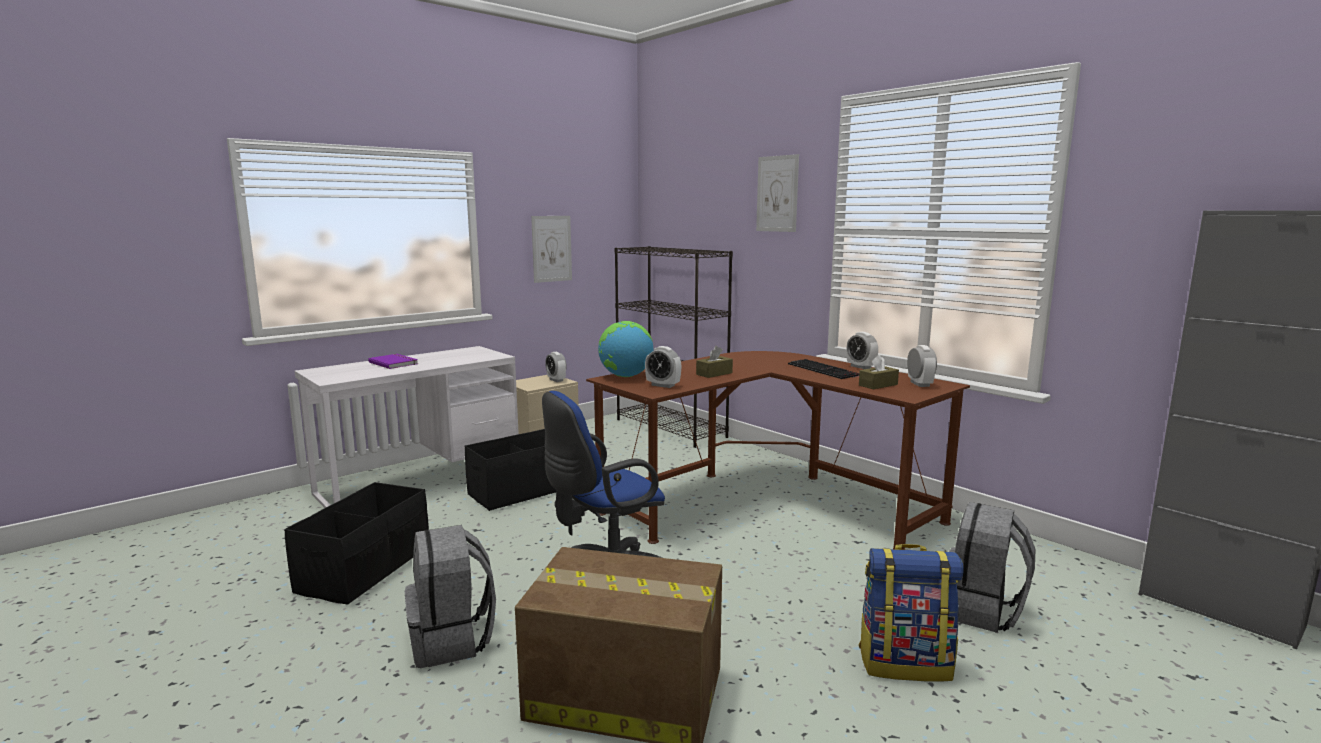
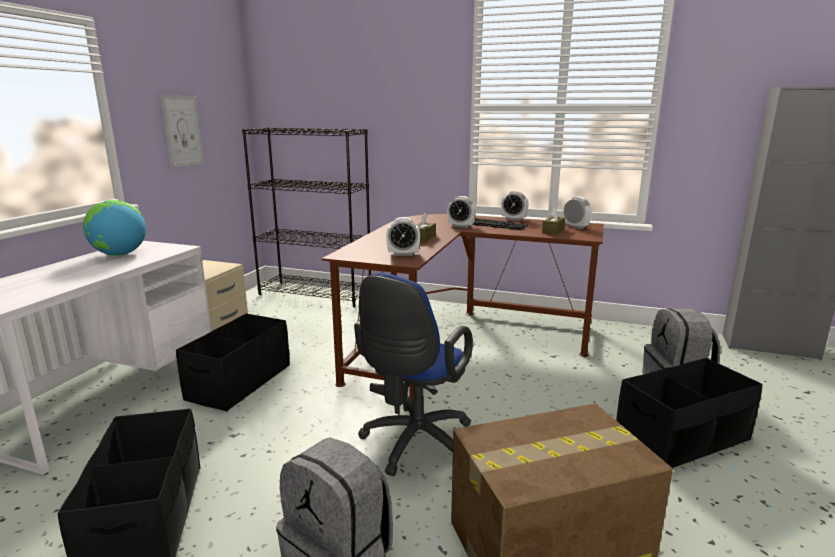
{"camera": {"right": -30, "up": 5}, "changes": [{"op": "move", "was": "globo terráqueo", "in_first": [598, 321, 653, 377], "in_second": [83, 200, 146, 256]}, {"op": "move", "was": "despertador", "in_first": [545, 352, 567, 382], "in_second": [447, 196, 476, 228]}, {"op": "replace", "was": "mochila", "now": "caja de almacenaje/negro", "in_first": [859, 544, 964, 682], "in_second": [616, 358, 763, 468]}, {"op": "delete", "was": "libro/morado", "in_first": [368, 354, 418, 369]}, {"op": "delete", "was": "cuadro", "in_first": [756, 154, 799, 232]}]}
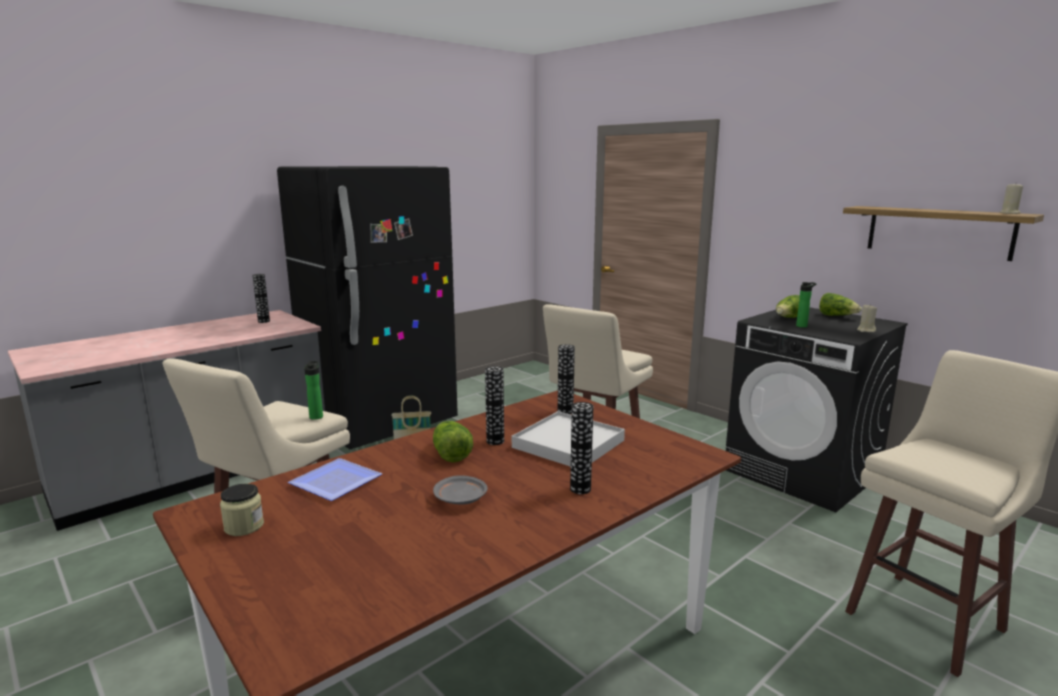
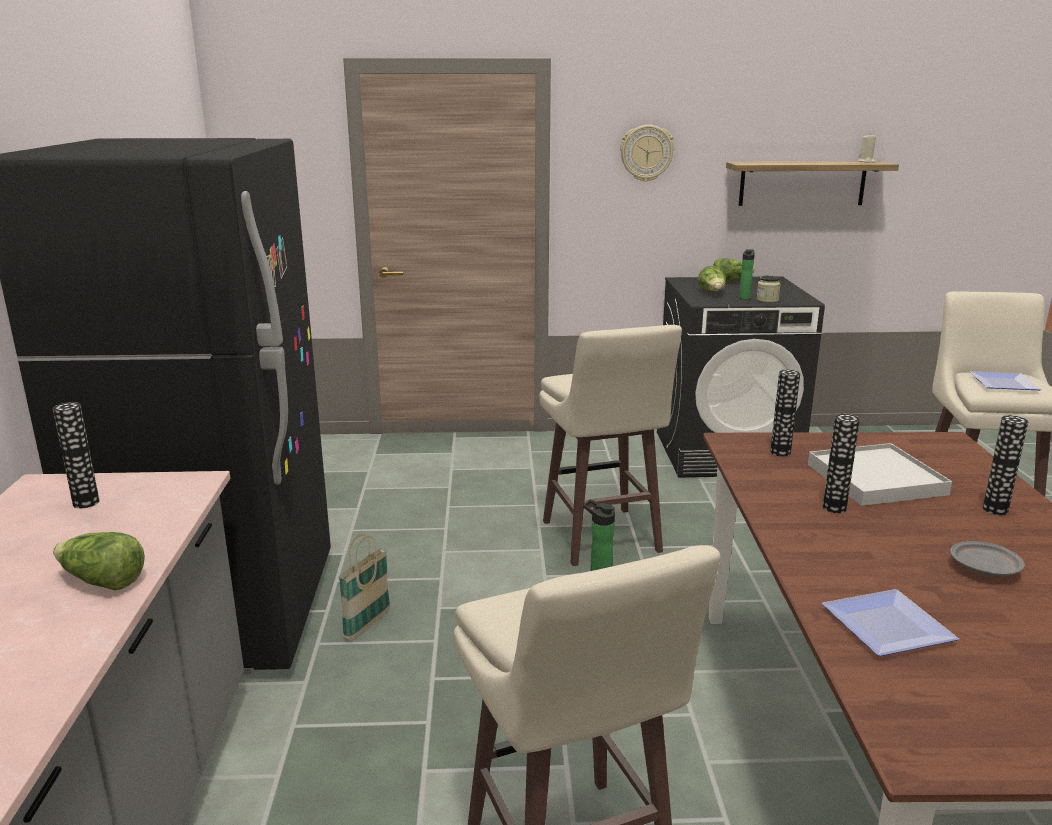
{"camera": {"right": -50, "up": 5}, "changes": [{"op": "move", "was": "lechuga", "in_first": [433, 421, 473, 462], "in_second": [53, 532, 145, 591]}, {"op": "insert", "now": "reloj de pared", "in_second": [620, 125, 674, 182]}, {"op": "move", "was": "tarro", "in_first": [220, 484, 264, 536], "in_second": [757, 275, 781, 303]}, {"op": "insert", "now": "plato", "in_second": [970, 371, 1042, 390]}, {"op": "delete", "was": "vela/beis", "in_first": [857, 304, 877, 332]}]}
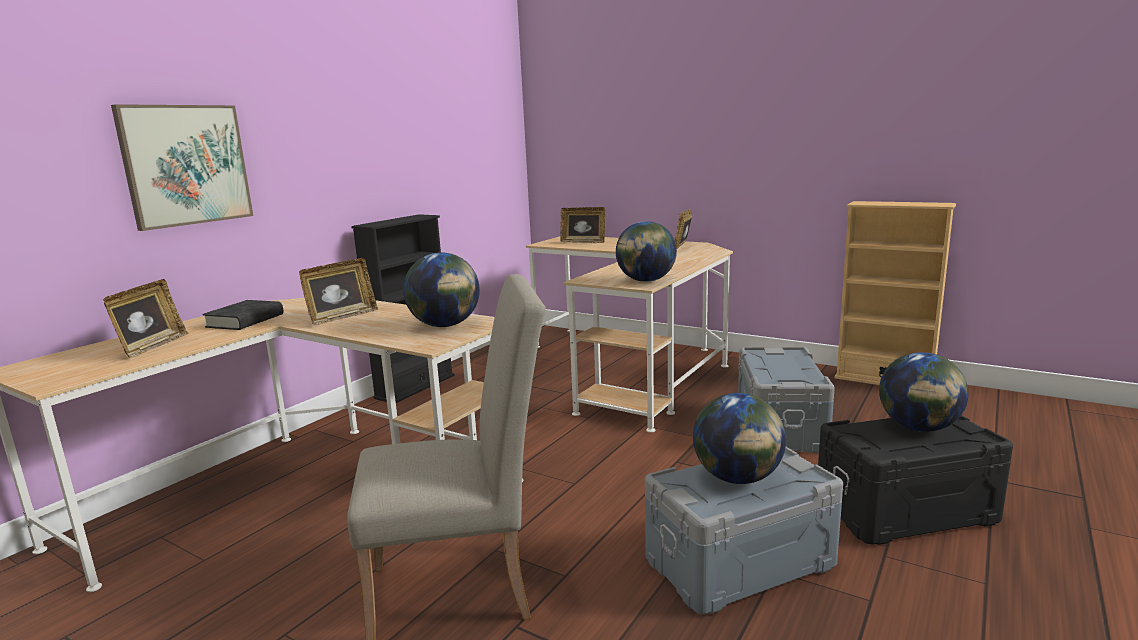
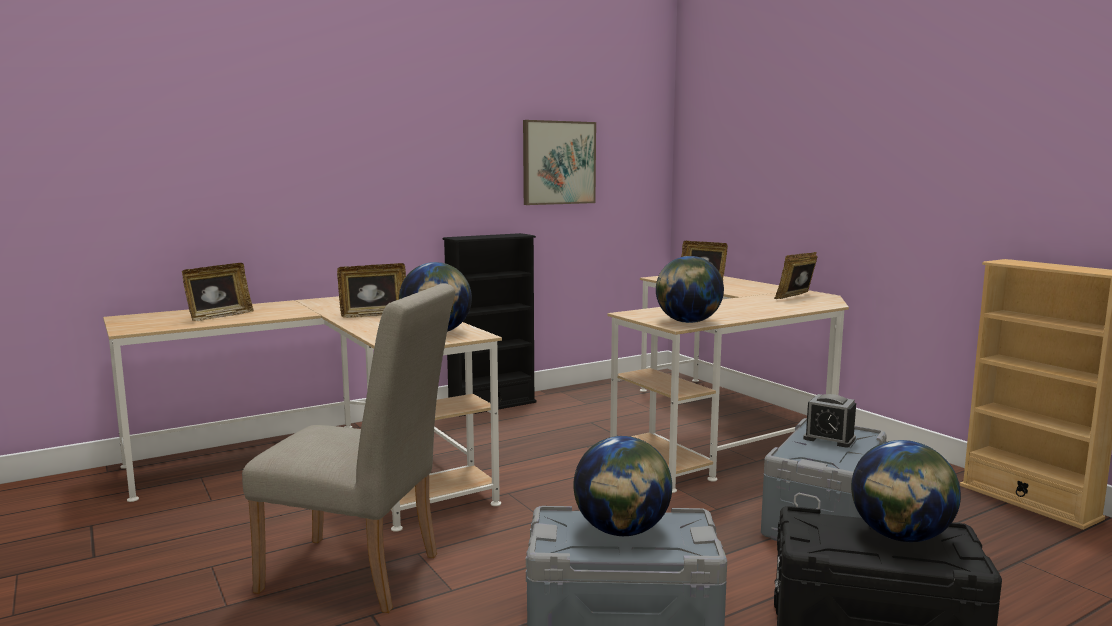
{"camera": {"right": 25, "up": -5}, "changes": [{"op": "move", "was": "cuadro", "in_first": [111, 104, 253, 231], "in_second": [523, 120, 596, 205]}, {"op": "insert", "now": "despertador", "in_second": [803, 394, 856, 448]}, {"op": "delete", "was": "libro/negro", "in_first": [202, 300, 283, 330]}]}
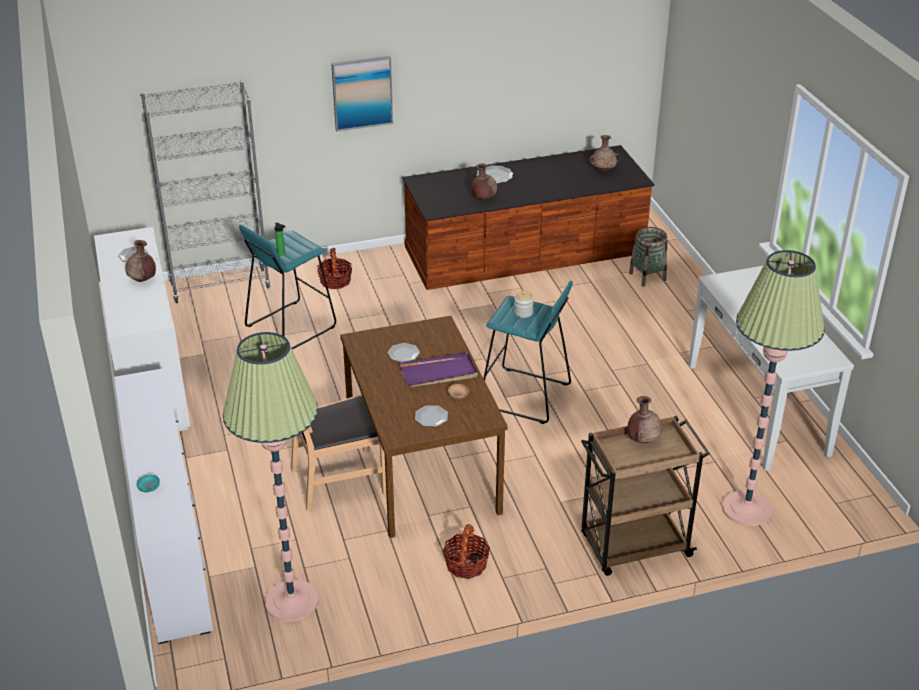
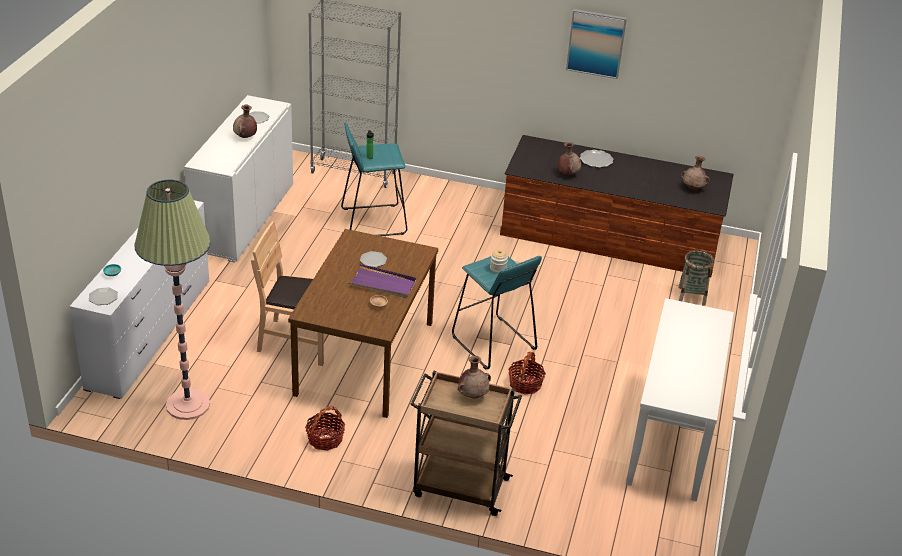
{"camera": {"right": 30, "up": 0}, "changes": [{"op": "move", "was": "plato", "in_first": [415, 405, 448, 427], "in_second": [89, 287, 118, 305]}, {"op": "move", "was": "cesta", "in_first": [317, 248, 352, 289], "in_second": [508, 352, 546, 394]}, {"op": "move", "was": "cuadro", "in_first": [331, 56, 393, 132], "in_second": [566, 9, 627, 79]}, {"op": "delete", "was": "lámpara de pie", "in_first": [722, 250, 825, 526]}]}
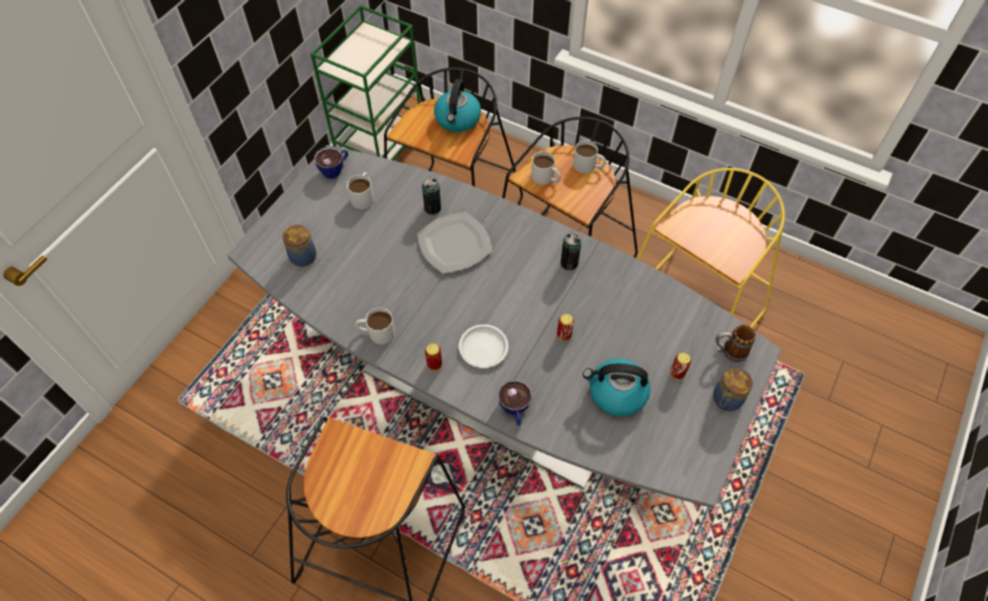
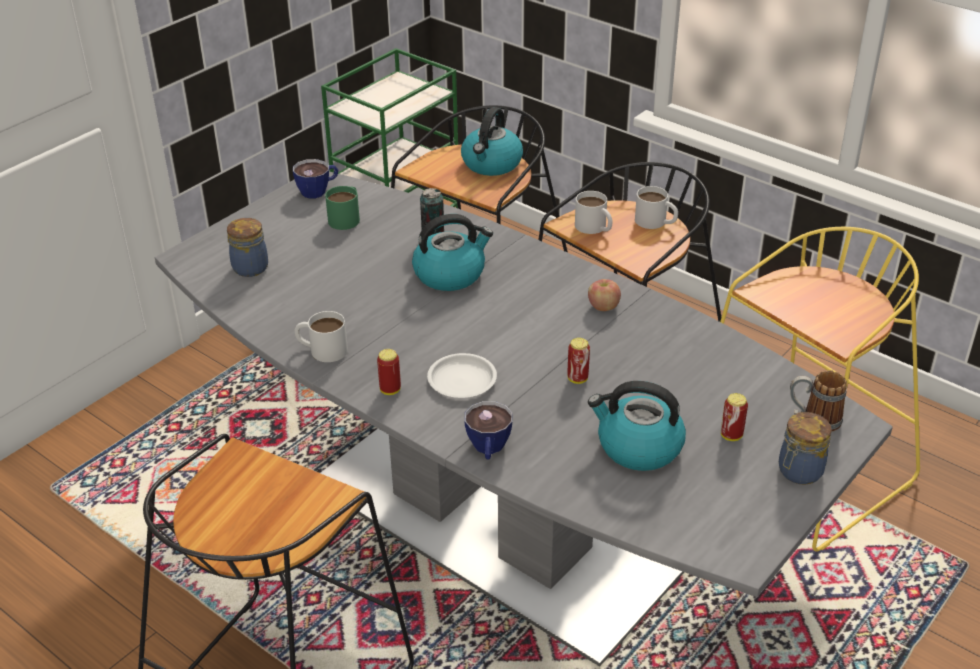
{"camera": {"right": 10, "up": -20}, "changes": [{"op": "recolor", "was": "taza grande/blanco", "now": "taza grande/verde", "in_first": [347, 172, 374, 209], "in_second": [325, 186, 360, 230]}, {"op": "replace", "was": "plato", "now": "hervidor", "in_first": [417, 212, 492, 274], "in_second": [412, 214, 493, 291]}, {"op": "replace", "was": "lata", "now": "manzana", "in_first": [561, 233, 581, 270], "in_second": [588, 279, 621, 311]}]}
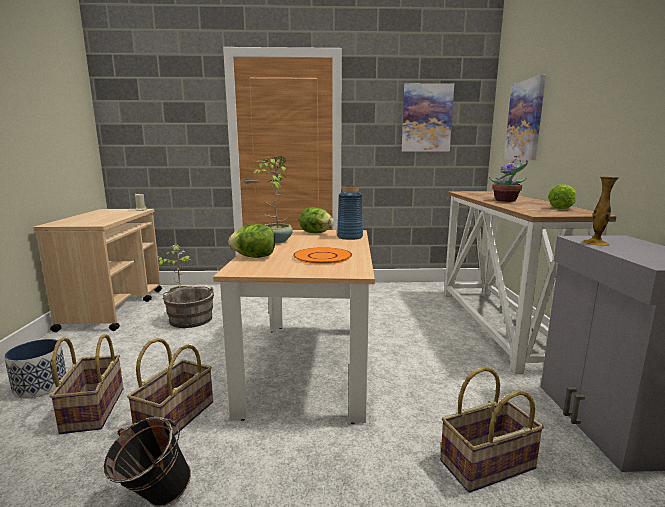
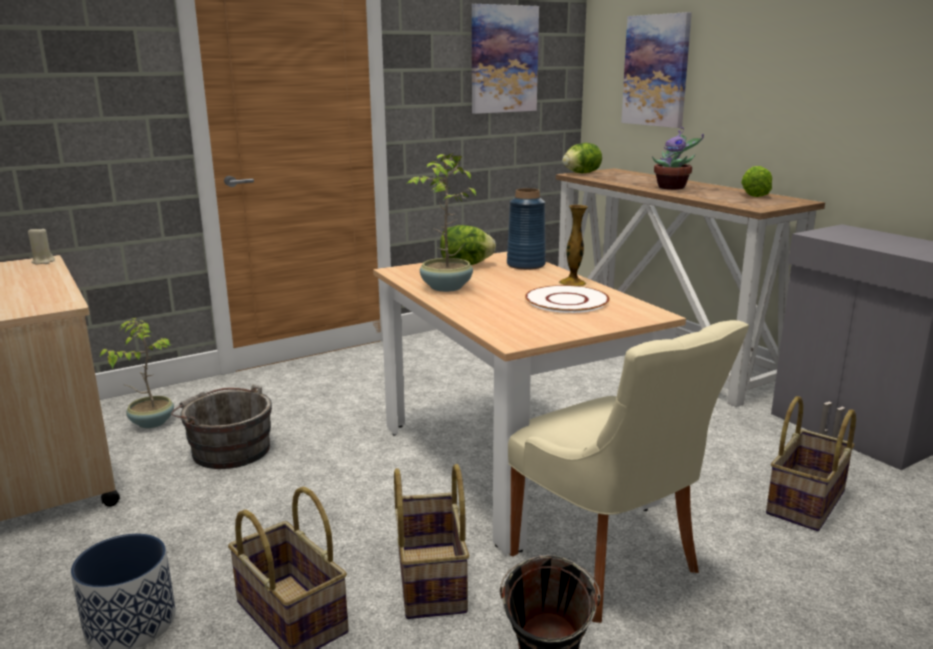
{"camera": {"right": -30, "up": 5}, "changes": [{"op": "insert", "now": "silla/beis", "in_second": [508, 320, 749, 623]}, {"op": "recolor", "was": "plato/naranja", "now": "plato/blanco", "in_first": [293, 247, 352, 264], "in_second": [525, 285, 610, 313]}, {"op": "move", "was": "florero", "in_first": [582, 176, 619, 246], "in_second": [559, 205, 588, 286]}, {"op": "move", "was": "lechuga", "in_first": [229, 224, 275, 258], "in_second": [562, 143, 602, 173]}]}
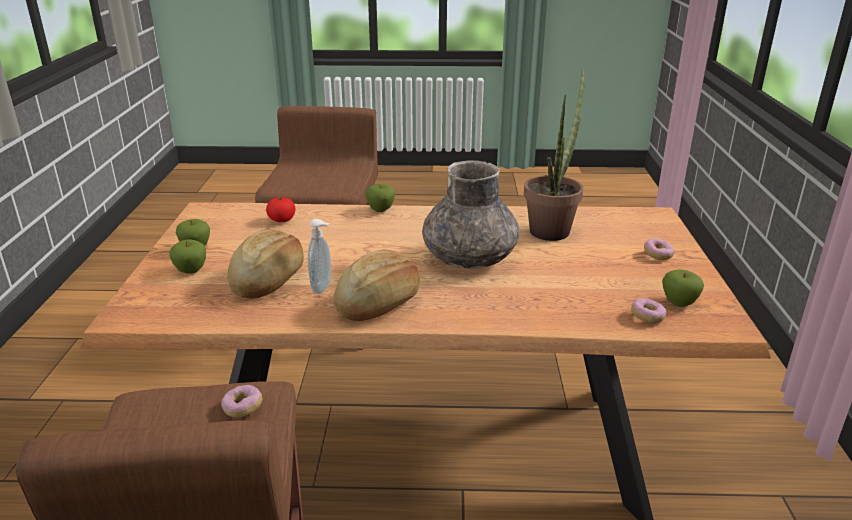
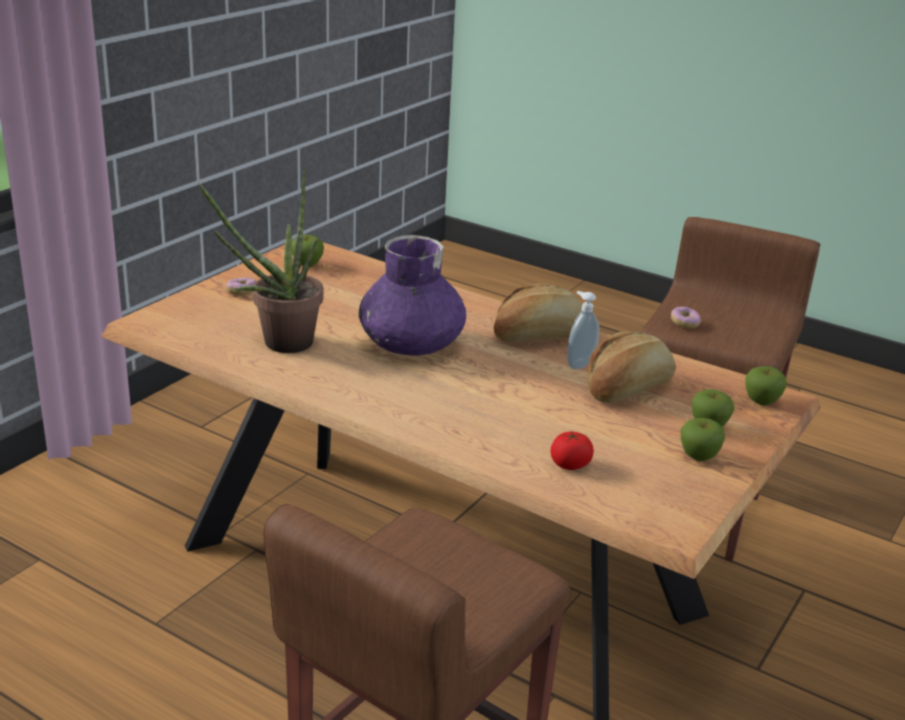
{"camera": {"right": -150, "up": 0}, "changes": [{"op": "recolor", "was": "florero/gris", "now": "florero/morado", "in_first": [422, 161, 520, 269], "in_second": [359, 235, 466, 356]}, {"op": "move", "was": "manzana", "in_first": [366, 184, 395, 212], "in_second": [745, 366, 786, 406]}, {"op": "delete", "was": "rosquilla", "in_first": [631, 298, 667, 323]}]}
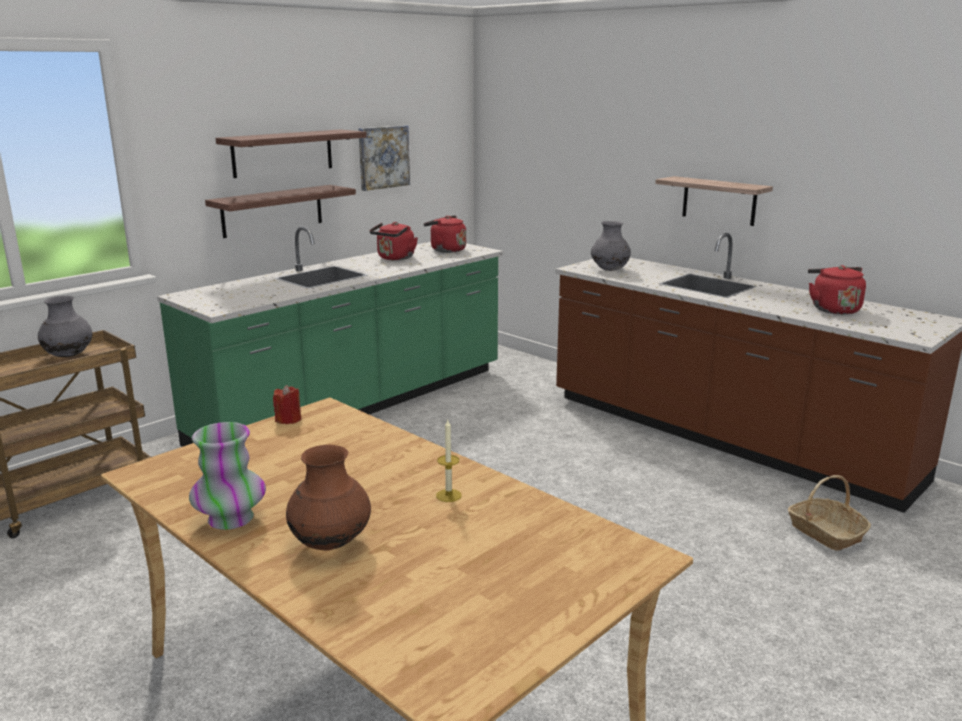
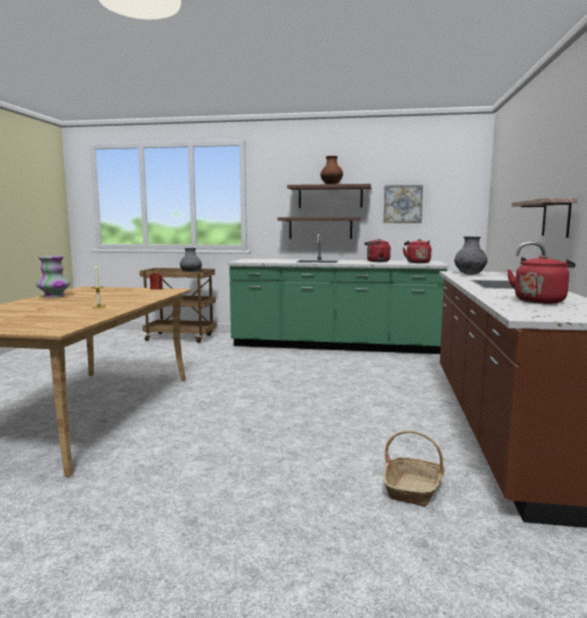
{"camera": {"right": 55, "up": -10}, "changes": [{"op": "move", "was": "florero/marrón", "in_first": [286, 445, 371, 550], "in_second": [320, 156, 343, 184]}]}
